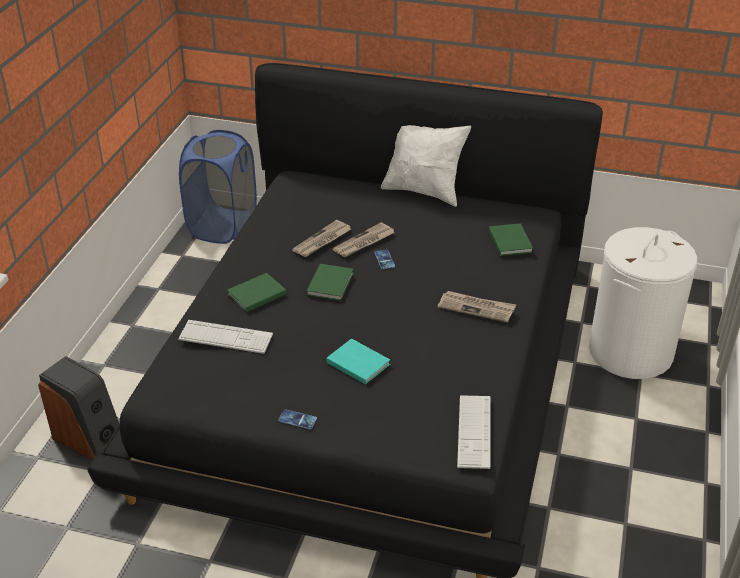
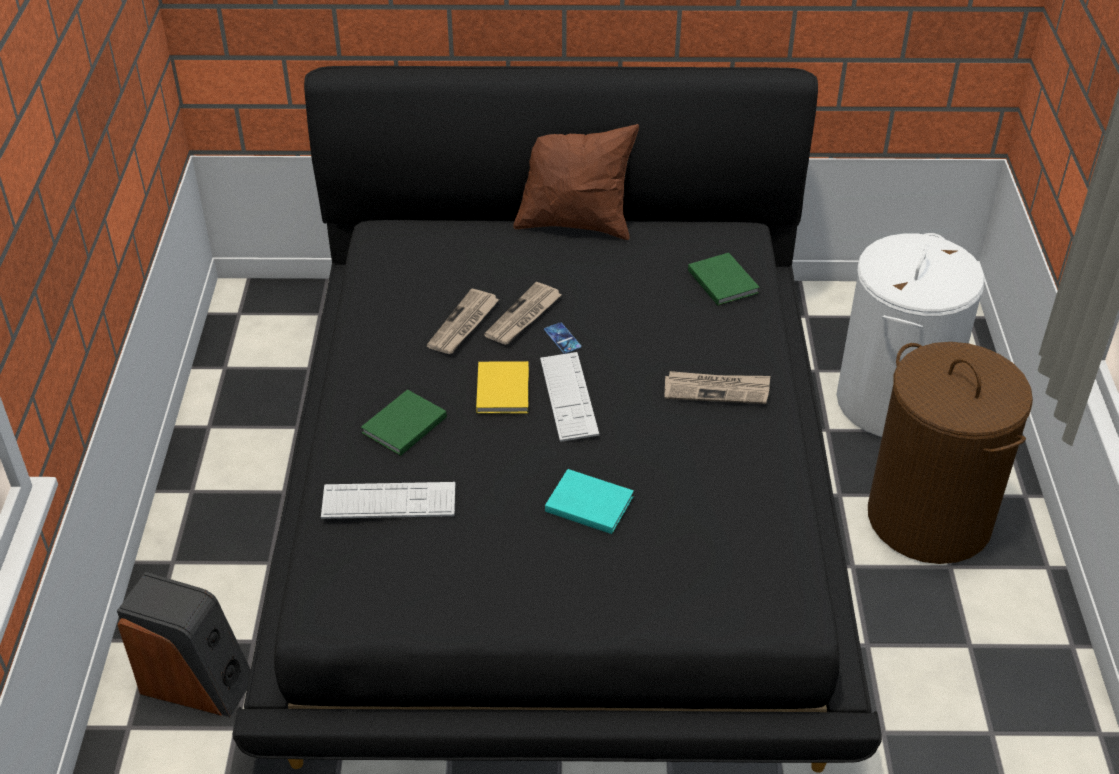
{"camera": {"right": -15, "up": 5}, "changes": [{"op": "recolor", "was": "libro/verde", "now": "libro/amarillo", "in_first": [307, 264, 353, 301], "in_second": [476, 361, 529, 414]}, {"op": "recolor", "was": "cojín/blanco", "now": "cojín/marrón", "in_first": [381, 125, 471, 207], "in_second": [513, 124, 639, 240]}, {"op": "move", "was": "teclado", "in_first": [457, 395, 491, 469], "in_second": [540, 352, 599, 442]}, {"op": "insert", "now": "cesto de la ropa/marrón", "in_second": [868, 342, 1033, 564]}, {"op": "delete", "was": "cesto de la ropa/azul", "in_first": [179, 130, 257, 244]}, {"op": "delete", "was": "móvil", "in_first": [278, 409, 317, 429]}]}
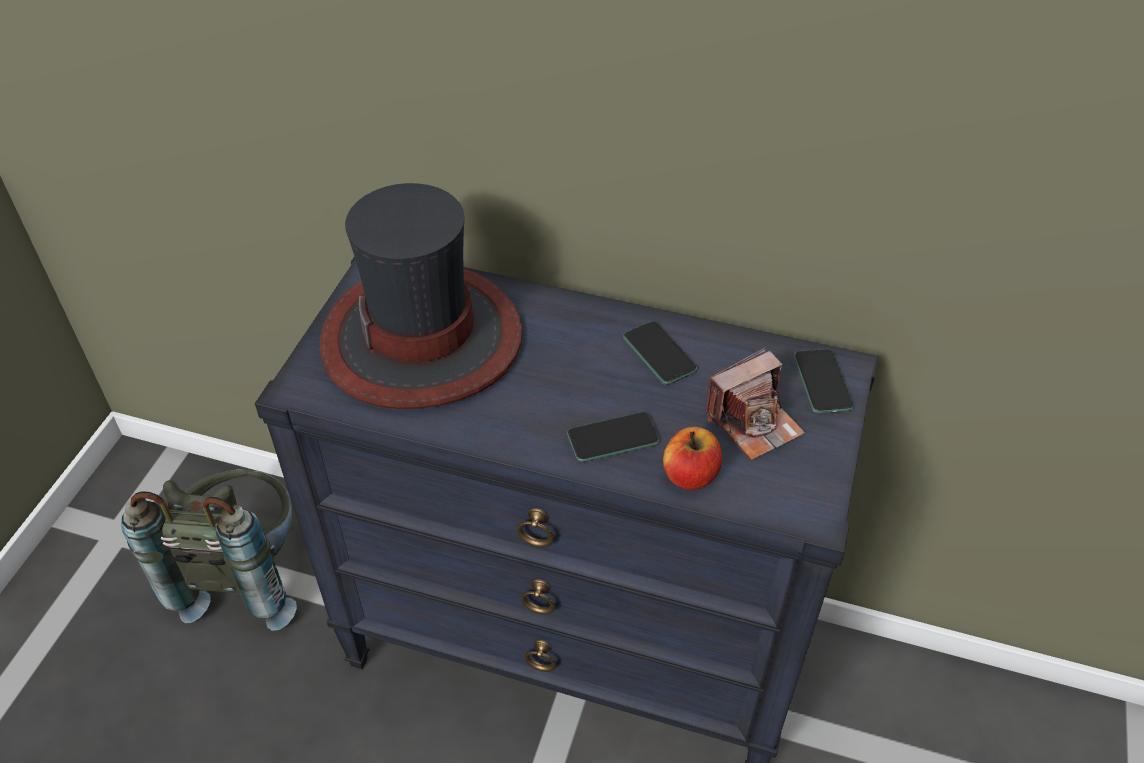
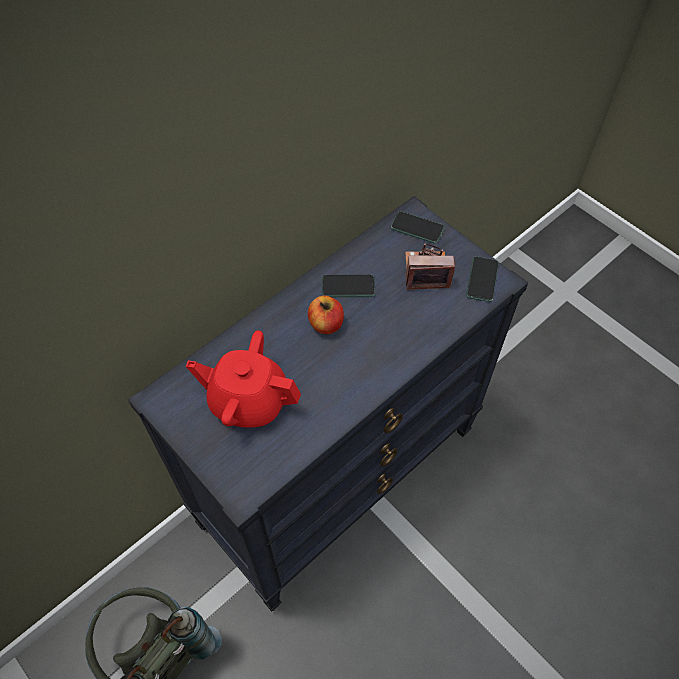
{"camera": {"right": -60, "up": 10}, "changes": [{"op": "replace", "was": "sombrero", "now": "tetera/rojo", "in_first": [320, 183, 522, 409], "in_second": [186, 330, 301, 428]}, {"op": "move", "was": "manzana", "in_first": [663, 427, 722, 490], "in_second": [308, 295, 344, 334]}, {"op": "rotate", "was": "cámara", "in_first": [706, 348, 805, 460], "in_second": [405, 244, 456, 290], "clockwise": -90}, {"op": "move", "was": "móvil", "in_first": [567, 412, 660, 462], "in_second": [466, 256, 499, 302]}]}
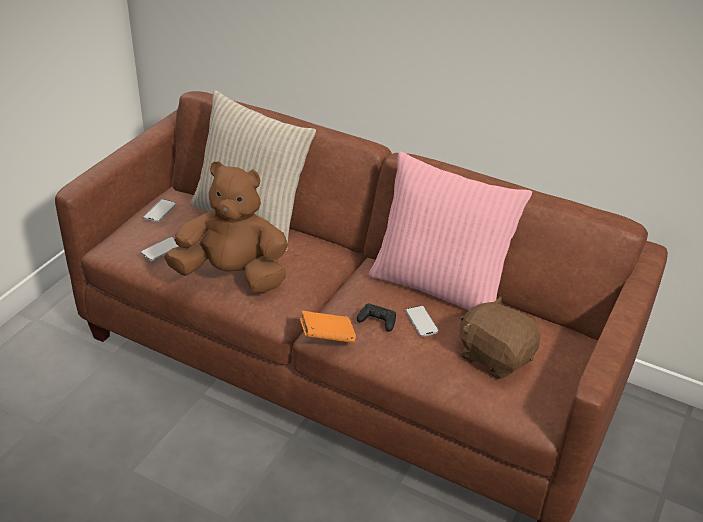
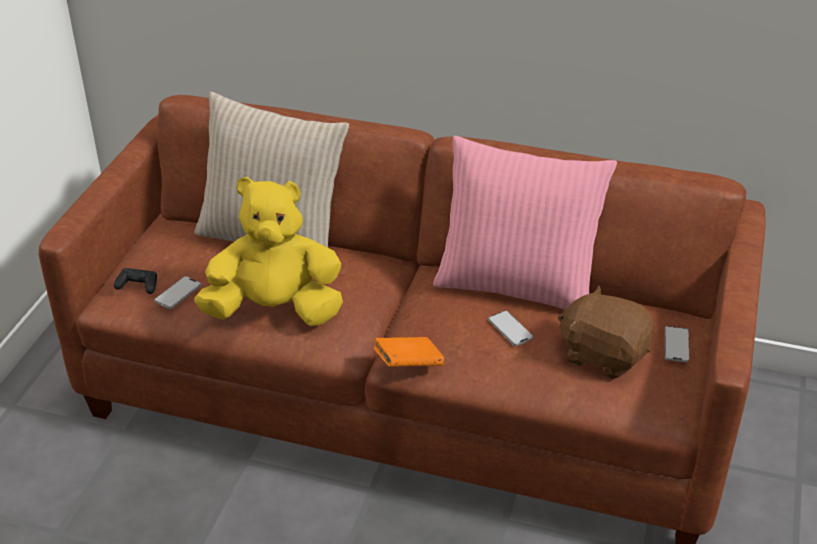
{"camera": {"right": -10, "up": 0}, "changes": [{"op": "move", "was": "mando de consola/negro", "in_first": [357, 304, 396, 332], "in_second": [114, 268, 157, 294]}, {"op": "recolor", "was": "peluche/marrón", "now": "peluche/amarillo", "in_first": [164, 161, 288, 293], "in_second": [194, 177, 343, 326]}, {"op": "move", "was": "móvil", "in_first": [144, 199, 176, 222], "in_second": [665, 326, 690, 362]}]}
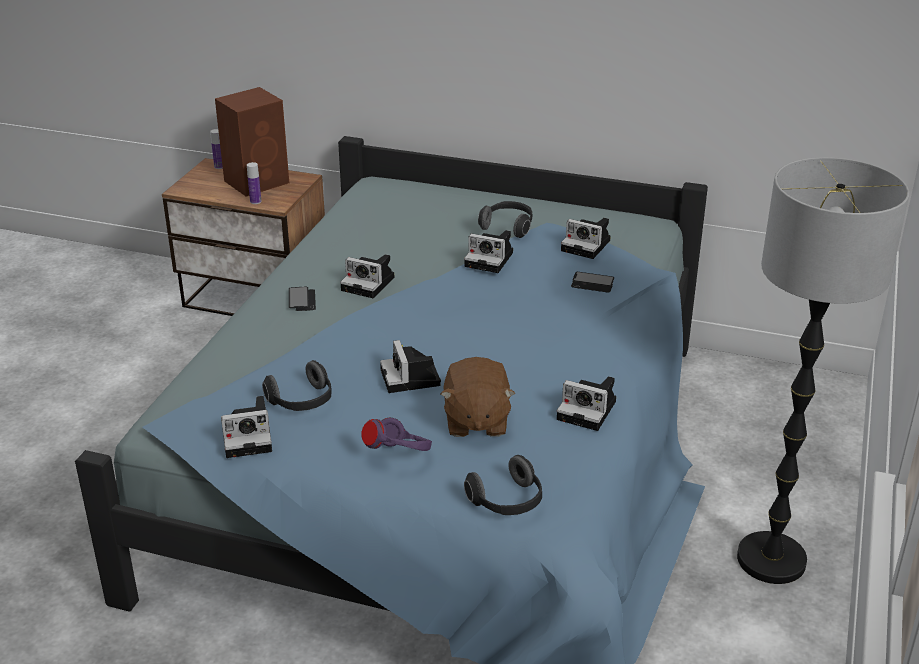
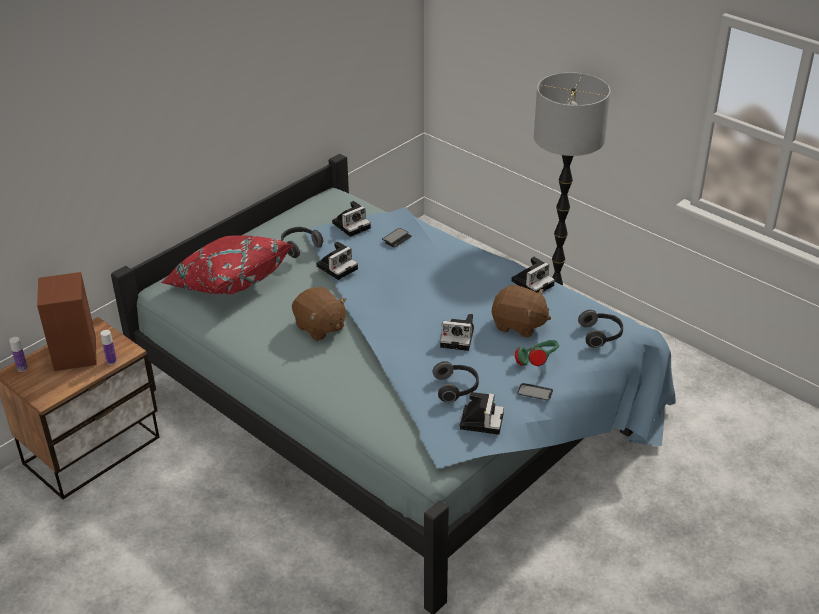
{"camera": {"right": -65, "up": 5}, "changes": [{"op": "insert", "now": "cojín/rojo", "in_second": [161, 235, 292, 294]}, {"op": "replace", "was": "cámara", "now": "peluche/marrón", "in_first": [340, 254, 394, 298], "in_second": [292, 287, 347, 341]}, {"op": "recolor", "was": "auriculares/morado", "now": "auriculares/verde", "in_first": [362, 418, 432, 451], "in_second": [515, 340, 559, 366]}, {"op": "move", "was": "móvil", "in_first": [289, 287, 316, 311], "in_second": [517, 383, 553, 400]}]}
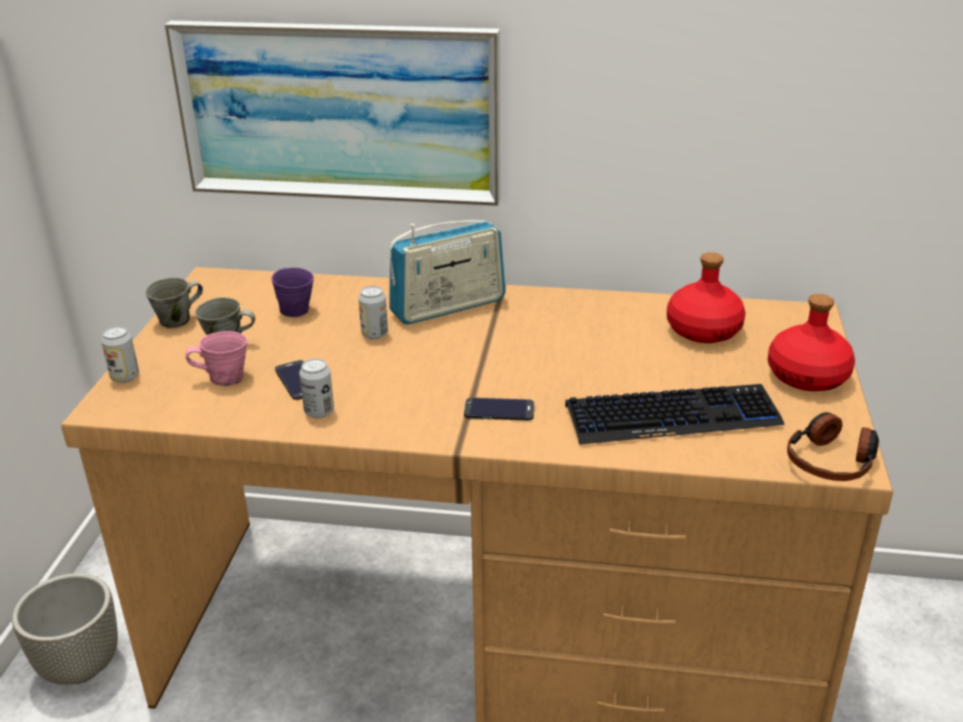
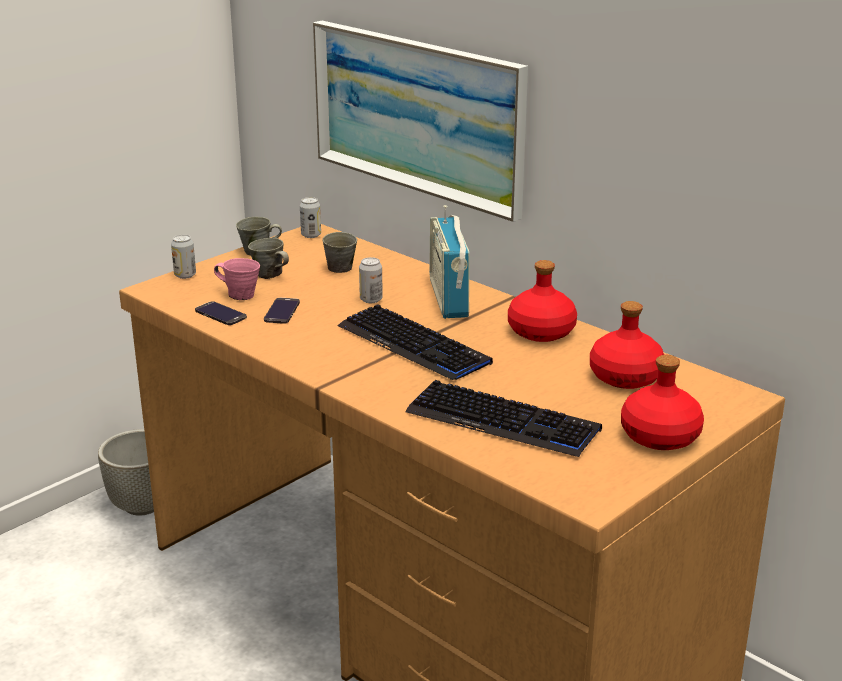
{"camera": {"right": 35, "up": -5}, "changes": [{"op": "move", "was": "móvil", "in_first": [464, 398, 535, 420], "in_second": [195, 301, 247, 325]}, {"op": "move", "was": "lata", "in_first": [299, 358, 334, 418], "in_second": [300, 197, 321, 238]}, {"op": "recolor", "was": "taza grande/morado", "now": "taza grande/gris", "in_first": [272, 268, 314, 317], "in_second": [322, 232, 357, 273]}, {"op": "insert", "now": "teclado", "in_second": [338, 304, 493, 380]}, {"op": "rotate", "was": "radio", "in_first": [389, 220, 506, 324], "in_second": [429, 205, 470, 319], "clockwise": 75}, {"op": "insert", "now": "botella/rojo", "in_second": [508, 260, 577, 342]}, {"op": "delete", "was": "auriculares", "in_first": [787, 412, 879, 481]}]}
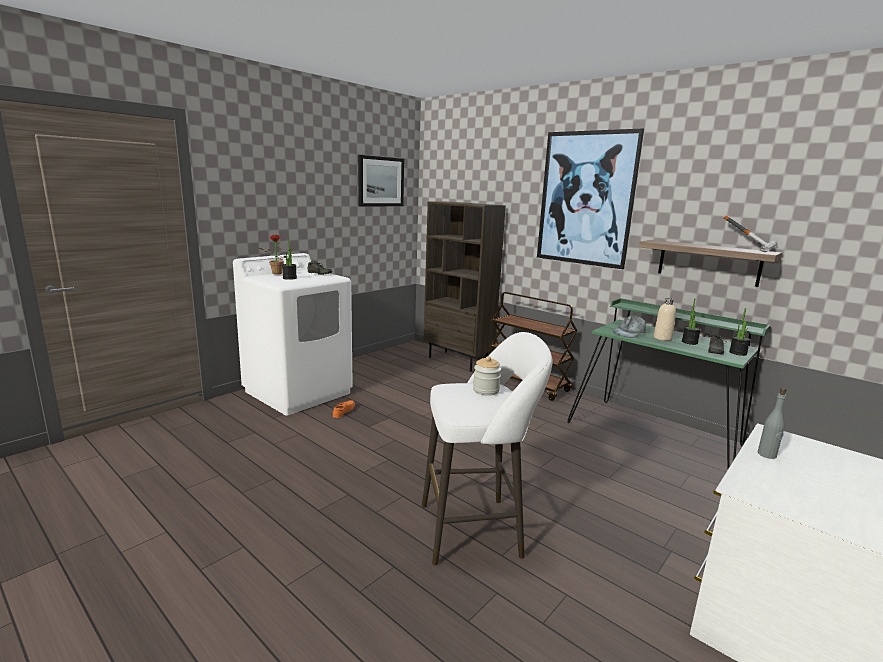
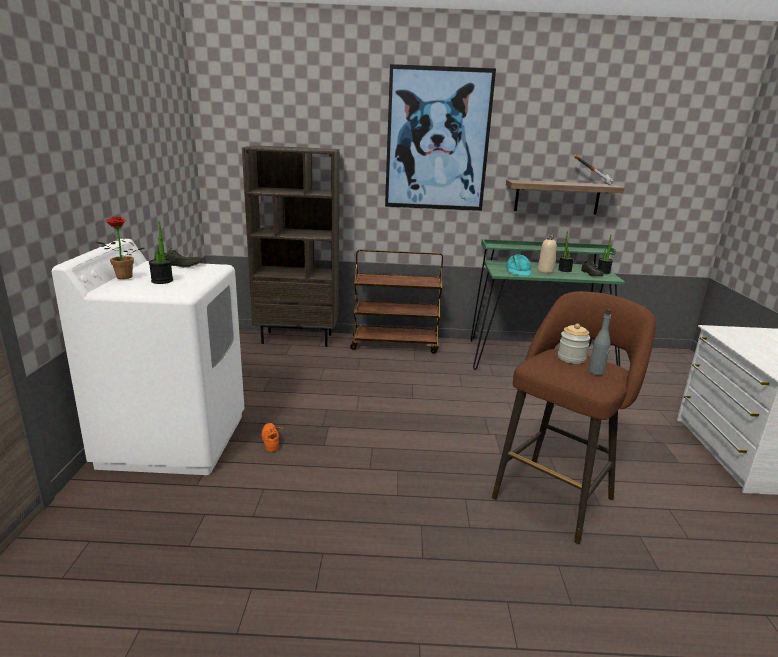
{"camera": {"right": -40, "up": 5}, "changes": [{"op": "recolor", "was": "taburete/blanco", "now": "taburete/marrón", "in_first": [422, 332, 552, 566], "in_second": [492, 291, 656, 544]}, {"op": "recolor", "was": "gorra/gris", "now": "gorra/turquesa", "in_first": [613, 315, 646, 338], "in_second": [505, 254, 531, 276]}, {"op": "move", "was": "botella/gris", "in_first": [758, 388, 786, 459], "in_second": [588, 309, 611, 375]}, {"op": "delete", "was": "cuadro", "in_first": [358, 155, 404, 207]}]}
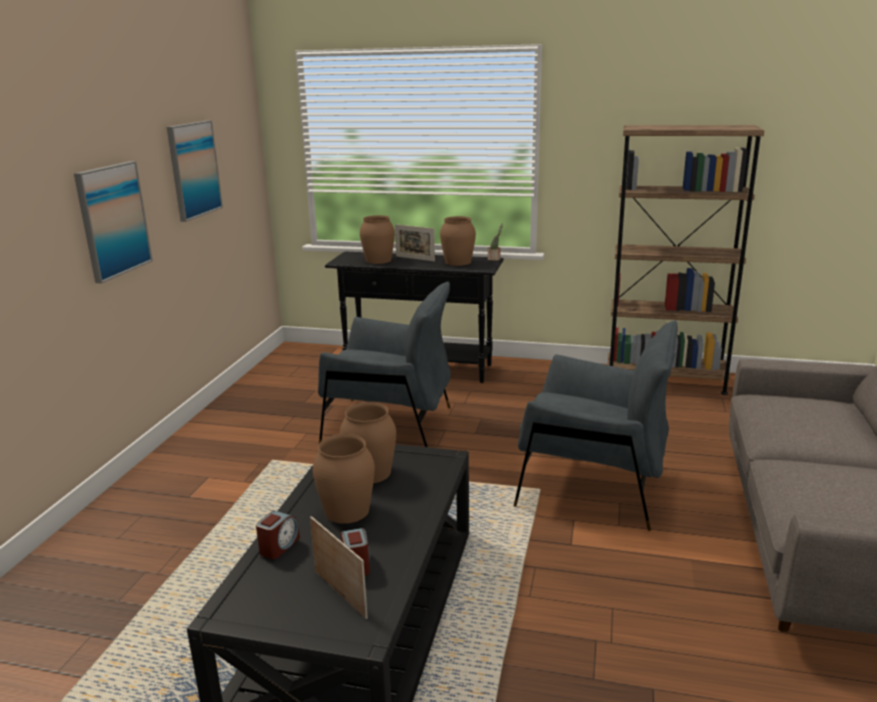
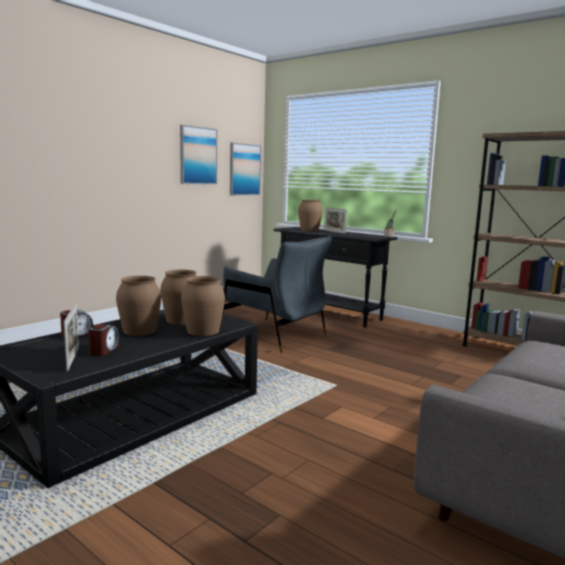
{"camera": {"right": 25, "up": -10}, "changes": [{"op": "move", "was": "florero/marrón", "in_first": [440, 216, 476, 266], "in_second": [181, 276, 225, 336]}, {"op": "move", "was": "cuadro", "in_first": [74, 161, 153, 283], "in_second": [230, 142, 261, 196]}, {"op": "delete", "was": "sillón/gris", "in_first": [514, 320, 678, 531]}]}
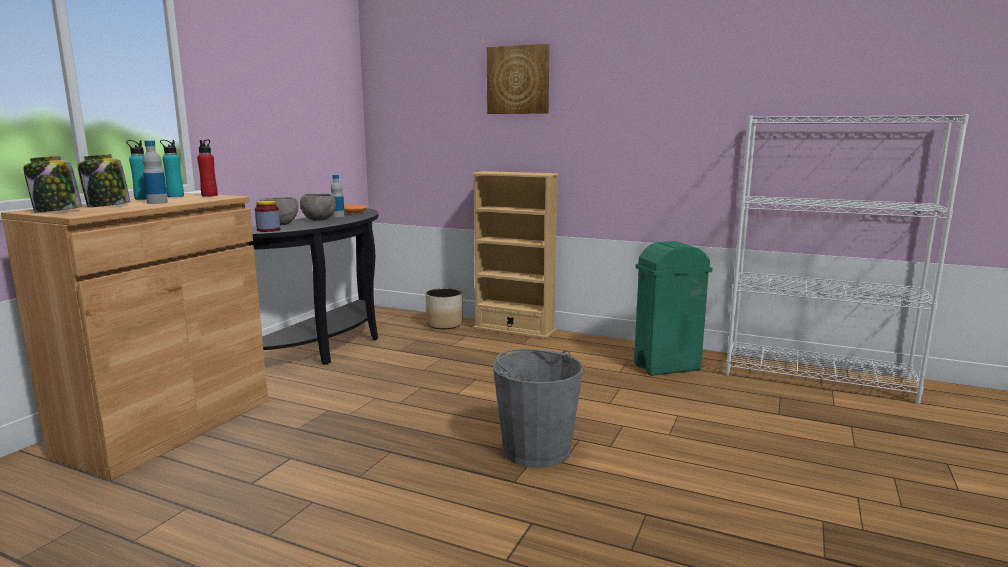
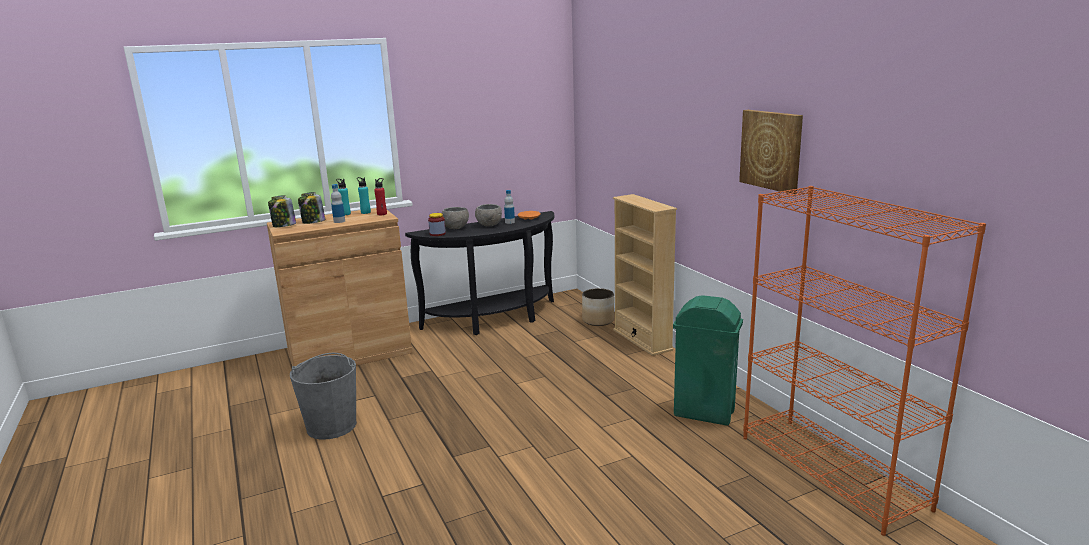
{"camera": {"right": 40, "up": 5}, "changes": [{"op": "move", "was": "cubo/gris", "in_first": [493, 349, 584, 468], "in_second": [290, 353, 357, 440]}, {"op": "move", "was": "cuadro", "in_first": [487, 44, 549, 114], "in_second": [739, 110, 803, 194]}, {"op": "recolor", "was": "estantería/blanco", "now": "estantería/naranja", "in_first": [726, 114, 969, 404], "in_second": [743, 186, 986, 536]}]}
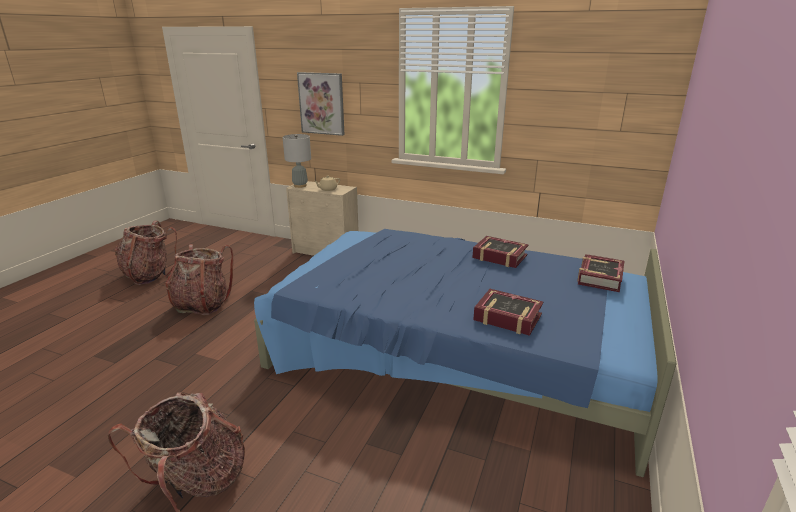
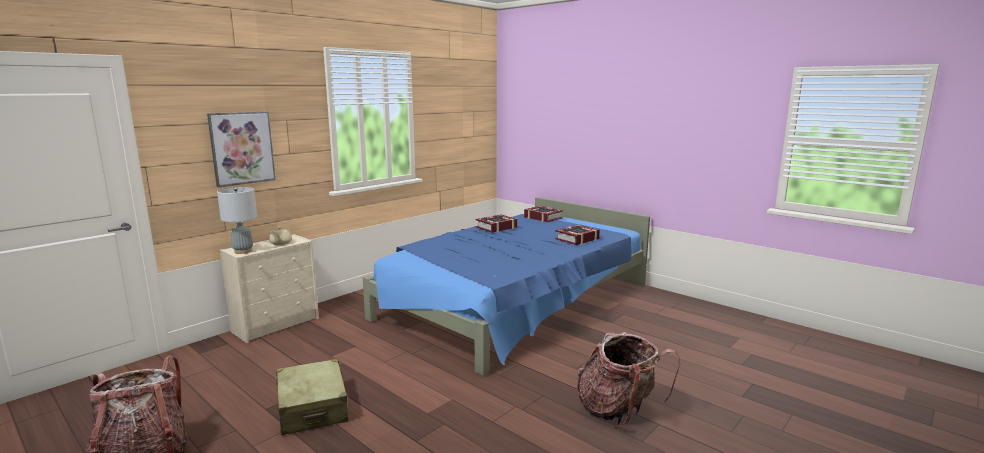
{"camera": {"right": -70, "up": -10}, "changes": [{"op": "replace", "was": "mochila", "now": "maleta/beis", "in_first": [166, 244, 233, 315], "in_second": [276, 359, 349, 435]}]}
